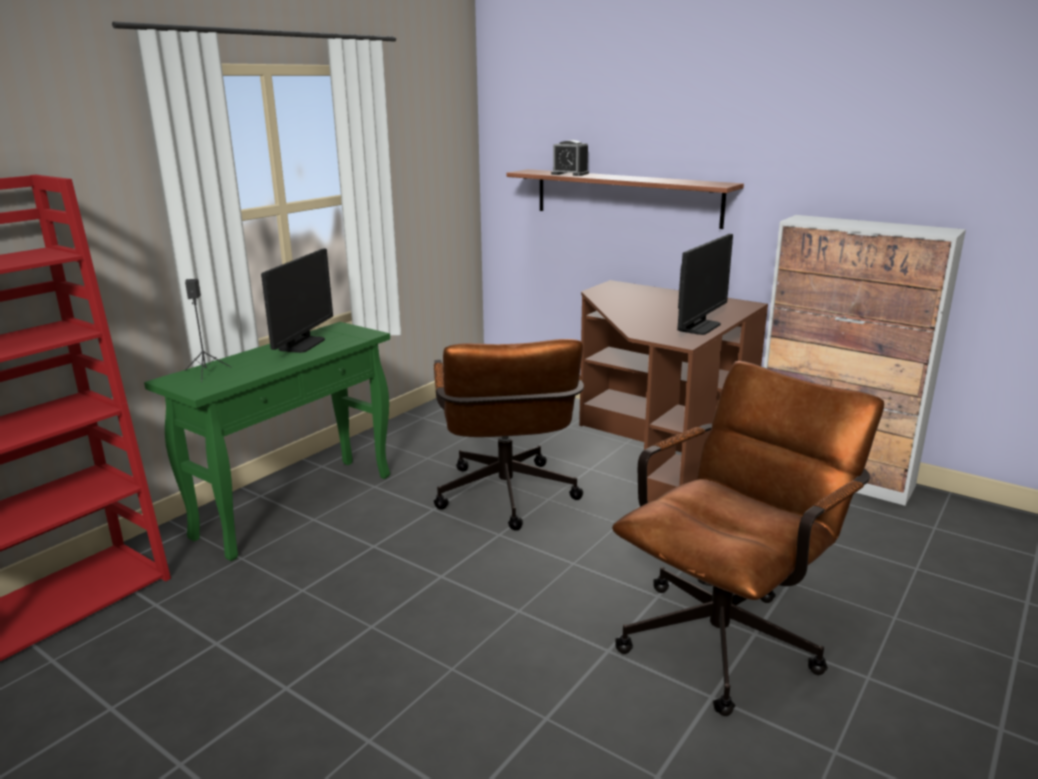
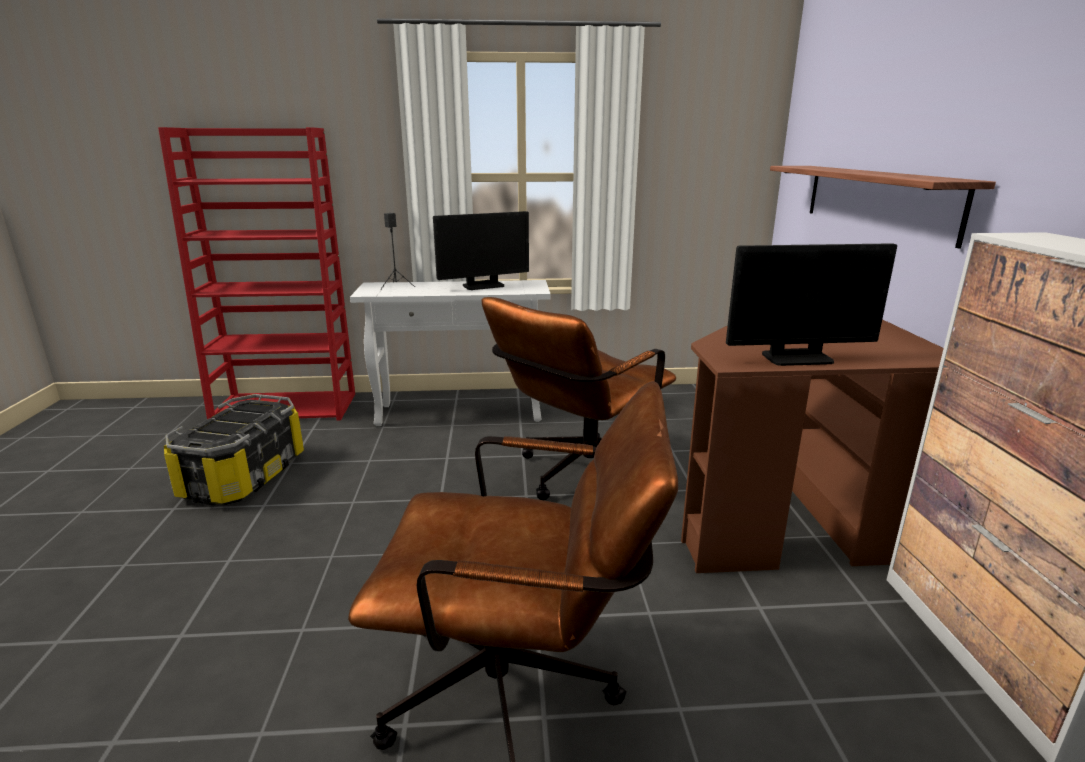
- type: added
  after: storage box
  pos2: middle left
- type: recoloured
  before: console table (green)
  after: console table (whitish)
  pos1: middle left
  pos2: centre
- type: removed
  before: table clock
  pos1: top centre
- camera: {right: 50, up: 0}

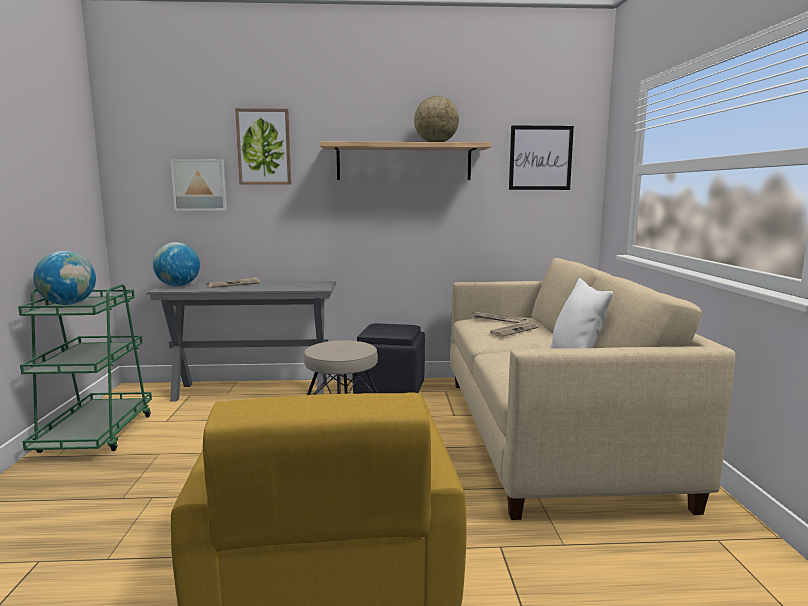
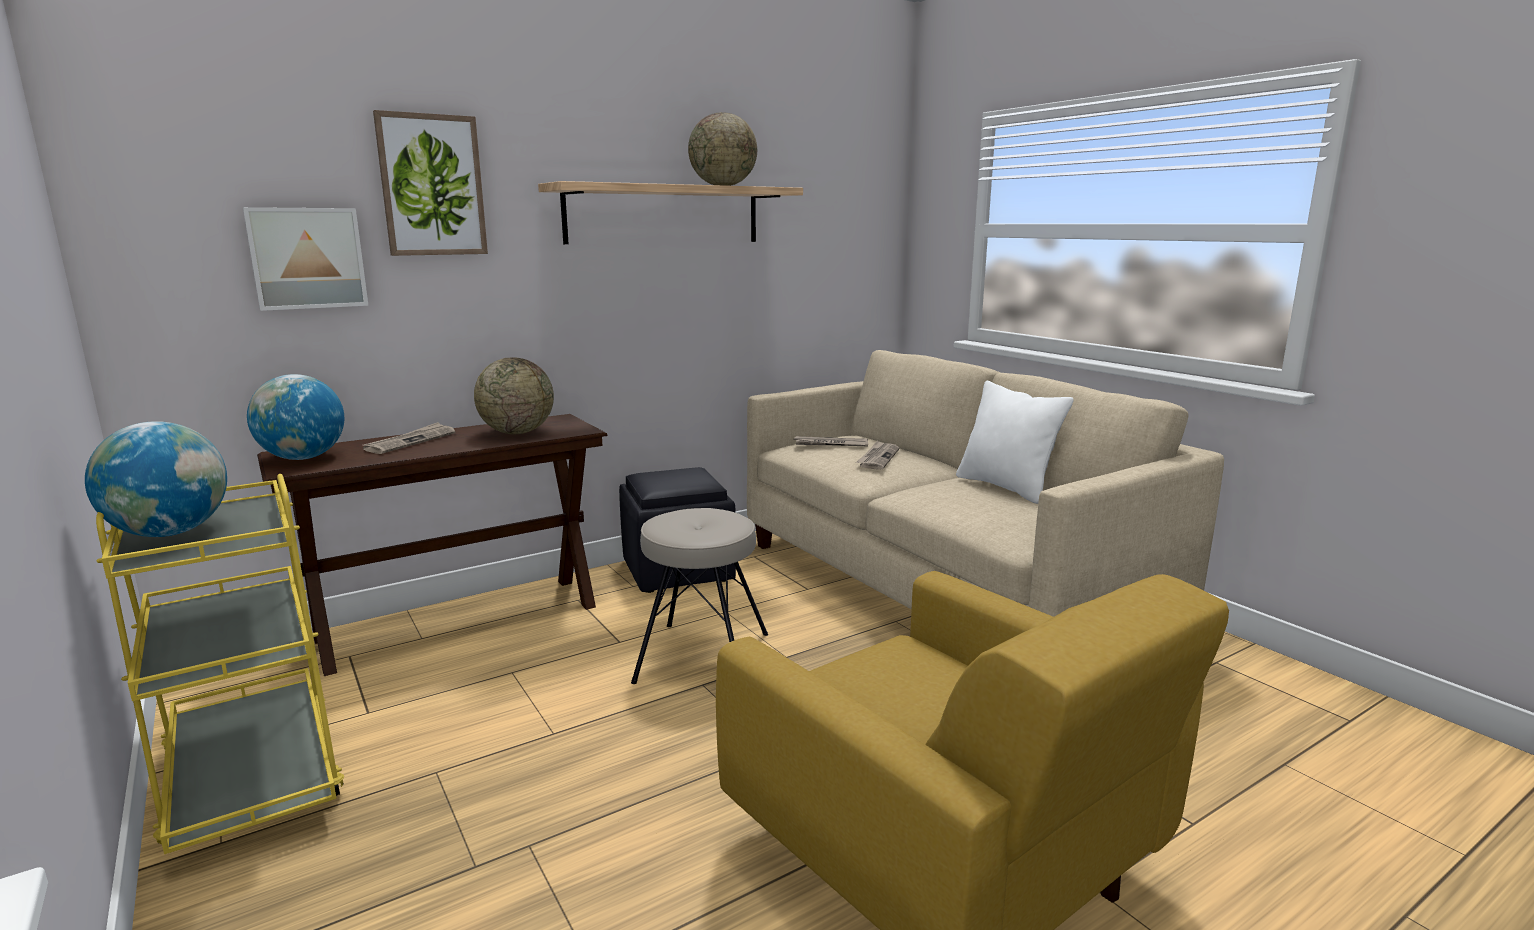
- type: recoloured
  before: cart (green)
  after: cart (yellow)
  pos1: middle left
  pos2: bottom left
- type: recoloured
  before: console table (grey)
  after: console table (brown-coloured)
  pos1: middle left
  pos2: middle left
- type: added
  after: world globe (3rd from left)
  pos2: centre
- type: removed
  before: picture (3rd from left)
  pos1: top right
- camera: {right: -30, up: 5}

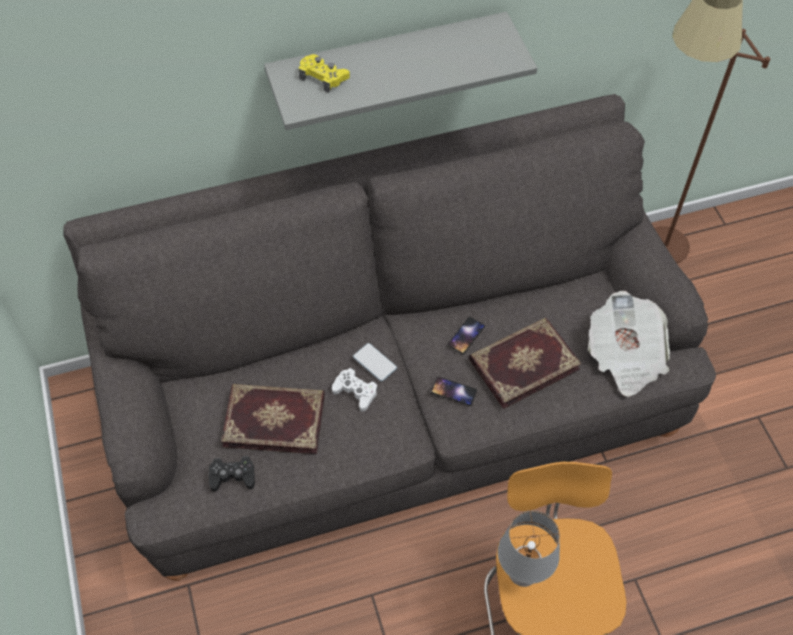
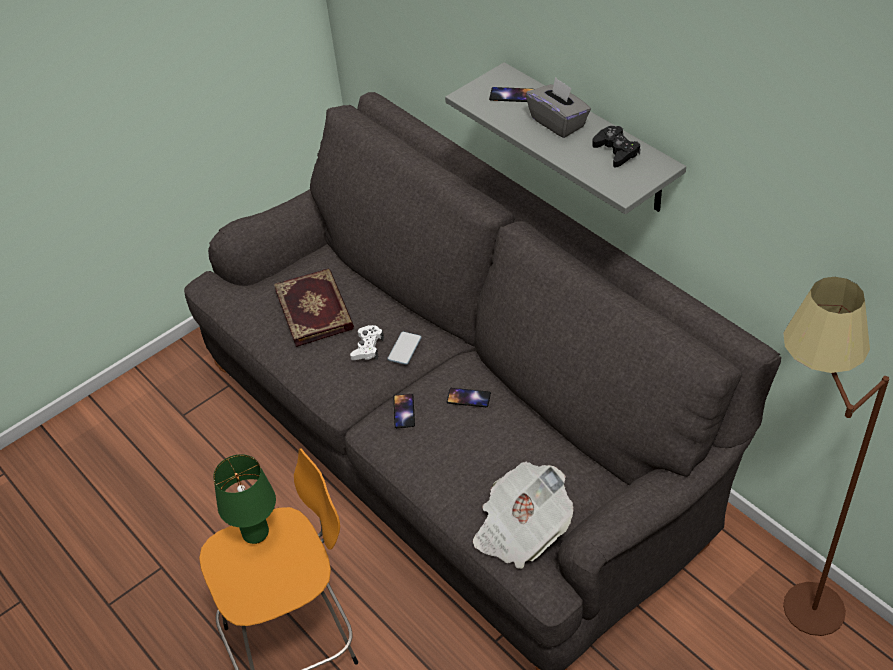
- type: recoloured
  before: tabletop lamp (grey)
  after: tabletop lamp (green)
  pos1: bottom right
  pos2: bottom left
- type: replaced
  before: game controller (yellow)
  after: phone (4th from left)
  pos1: top centre
  pos2: top centre
- type: added
  after: box of tissues (grey)
  pos2: top centre
- type: moved
  before: game controller (blackish)
  pos1: bottom left
  pos2: top right
- type: removed
  before: book (2nd from left)
  pos1: centre
- camera: {right: 70, up: -10}

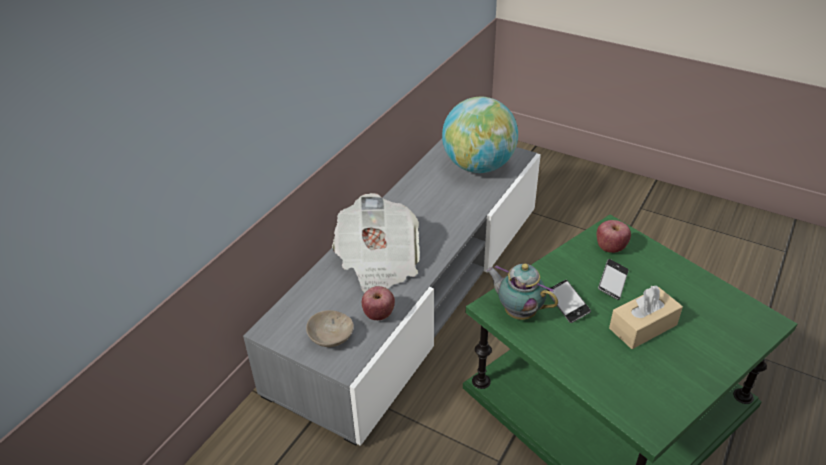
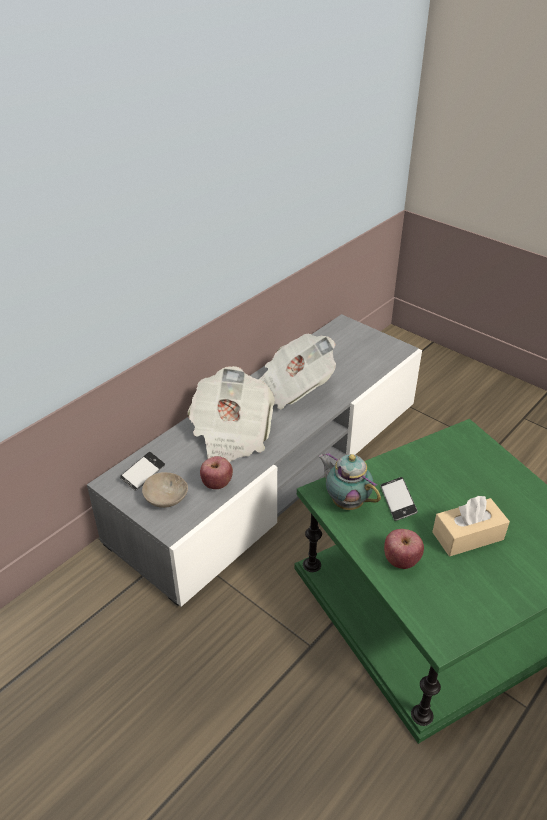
- type: moved
  before: phone (2nd from left in the first image)
  after: phone (1st from left)
  pos1: middle right
  pos2: middle left
- type: added
  after: daily paper (2nd from left)
  pos2: centre
- type: moved
  before: apple (2nd from left)
  pos1: middle right
  pos2: bottom right
- type: removed
  before: world globe
  pos1: top centre
- camera: {right: 10, up: 0}

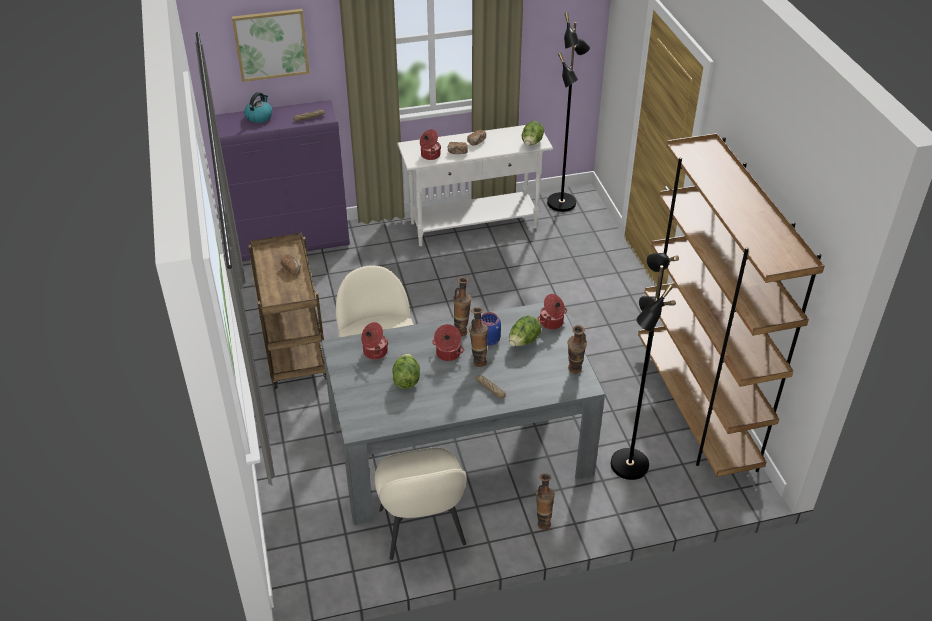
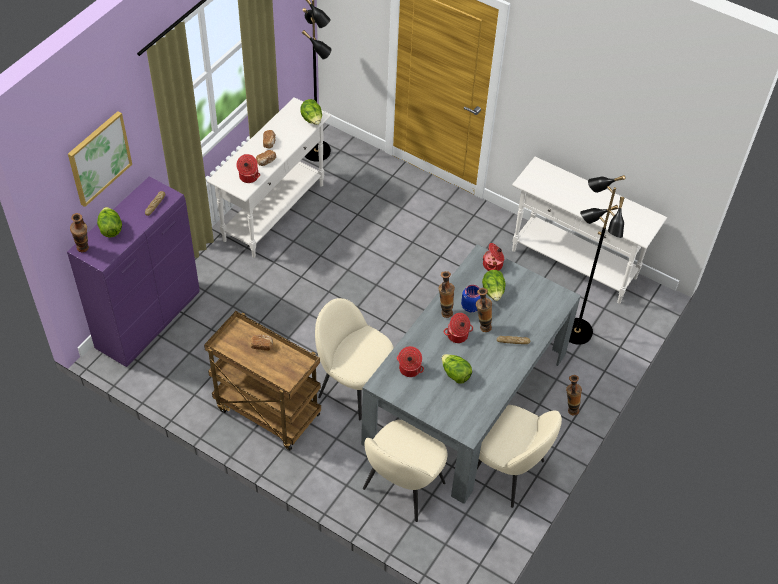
- type: moved
  before: vase (4th from left in the first image)
  after: vase (1st from left)
  pos1: centre
  pos2: middle left
- type: replaced
  before: tea kettle
  after: head of lettuce (1st from left)
  pos1: top left
  pos2: middle left
- type: added
  after: upright chair (beige-coloured) (2nd from left)
  pos2: bottom centre
- type: replaced
  before: shelving unit (brown-coloured)
  after: console table (whitish) (2nd from left)
  pos1: middle right
  pos2: middle right
- camera: {right: -45, up: 10}

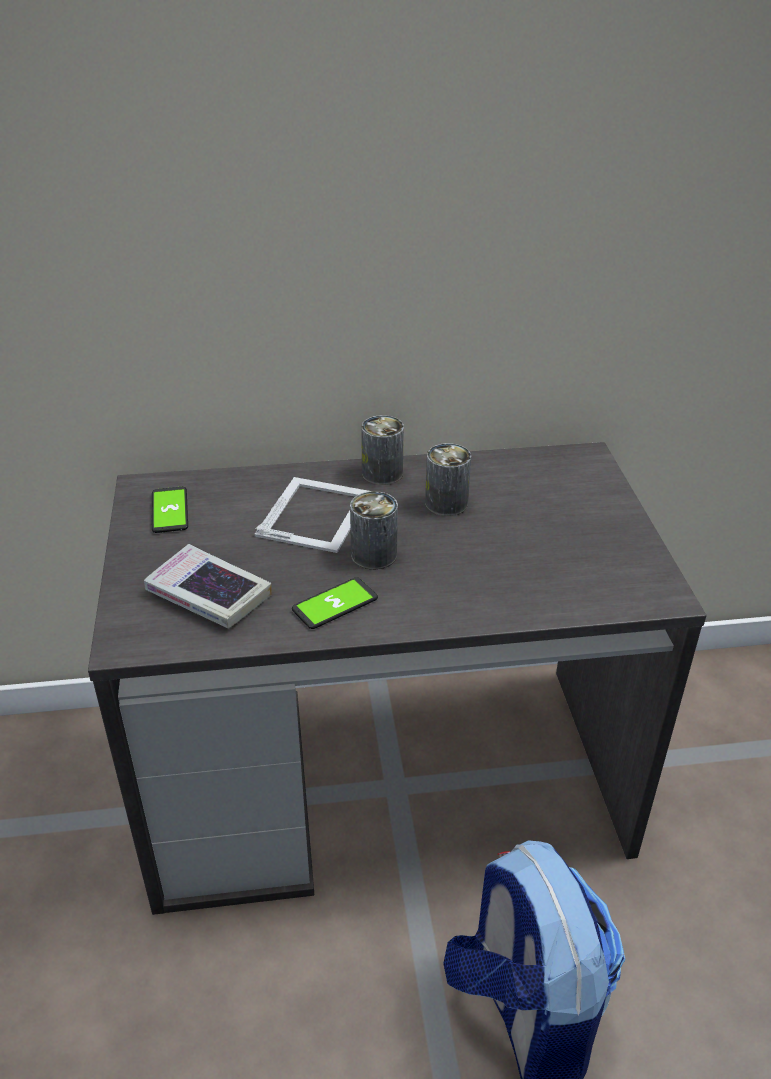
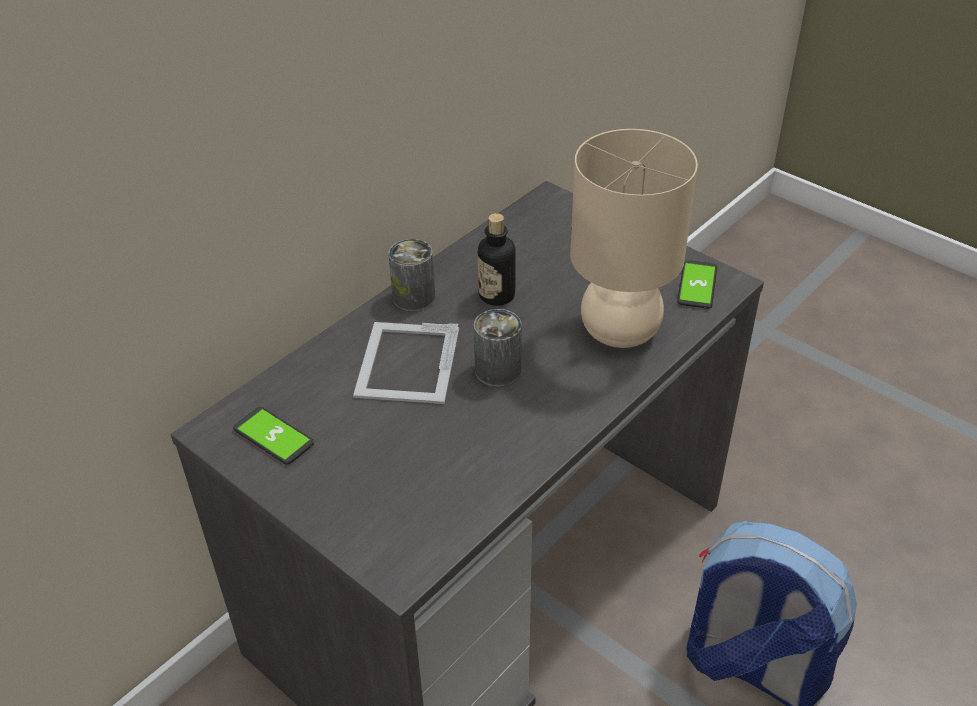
- type: turned
  before: photo frame
  pos1: centre
  pos2: centre
  turn: -150
- type: replaced
  before: sealed can (3rd from left)
  after: bottle
  pos1: centre
  pos2: centre
- type: added
  after: tabletop lamp (beige-coloured)
  pos2: centre
- type: moved
  before: phone (2nd from left)
  pos1: centre
  pos2: middle right
- type: removed
  before: book
  pos1: middle left
- camera: {right: -40, up: 5}

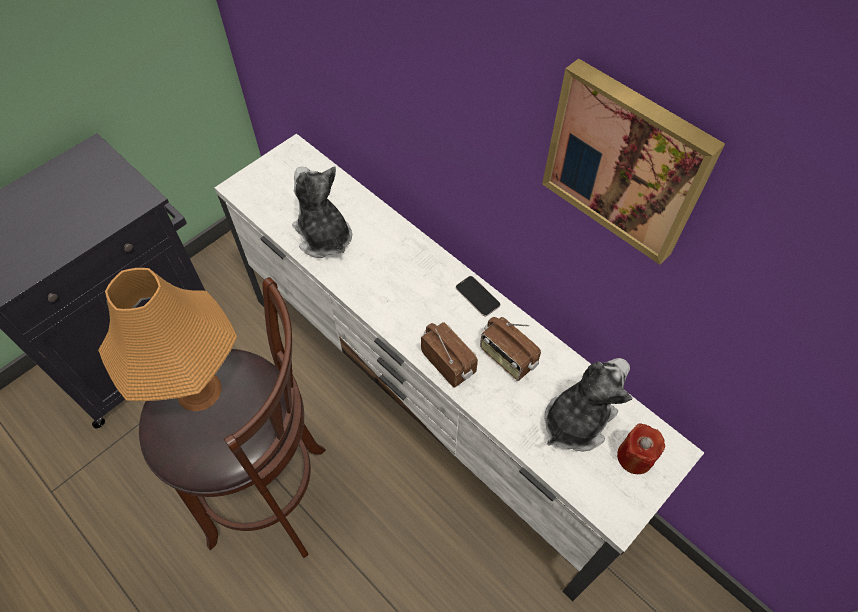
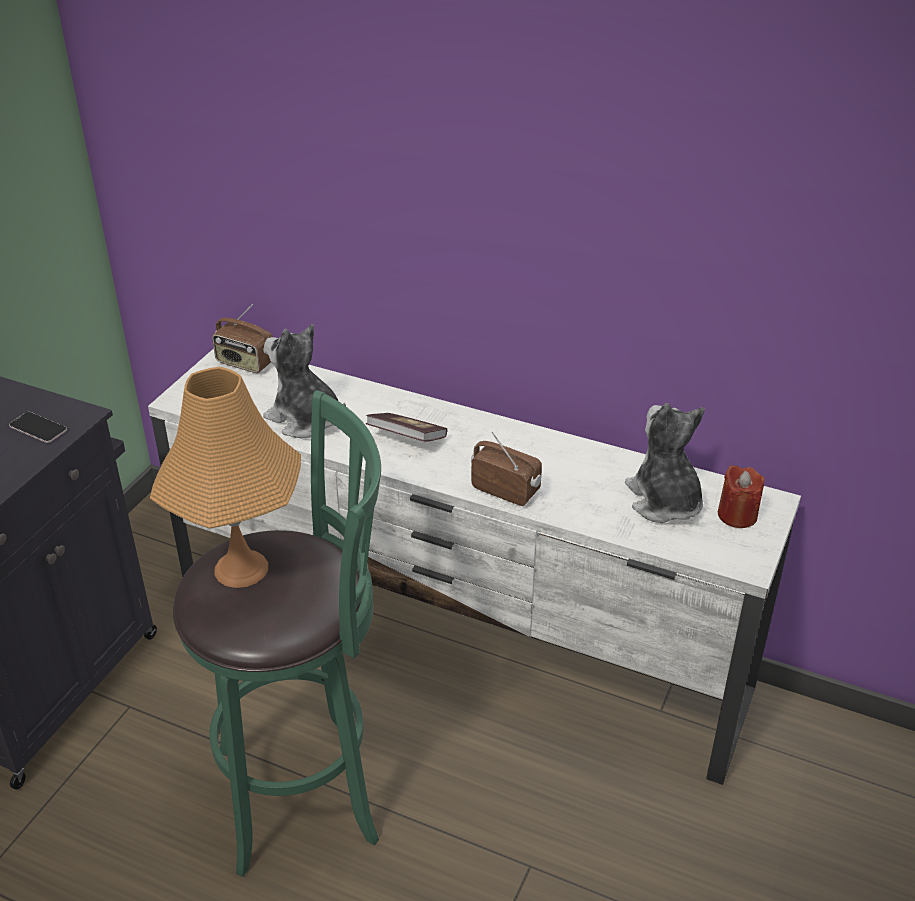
- type: moved
  before: phone
  pos1: centre
  pos2: middle left
- type: recoloured
  before: stool seat (brown-coloured)
  after: stool seat (green)
  pos1: bottom left
  pos2: bottom left
- type: moved
  before: radio set (2nd from left in the first image)
  after: radio set (1st from left)
  pos1: centre
  pos2: middle left
- type: added
  after: book
  pos2: centre
- type: turned
  before: plush toy (2nd from left)
  pos1: middle right
  pos2: middle right
  turn: -45
- type: removed
  before: picture
  pos1: top right
- camera: {right: -20, up: -20}

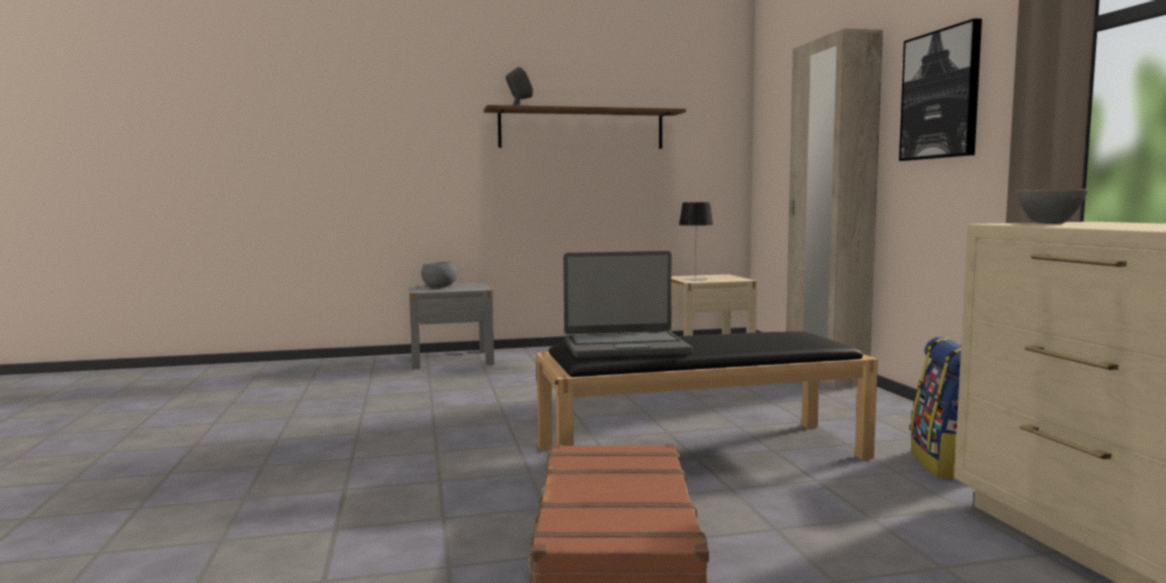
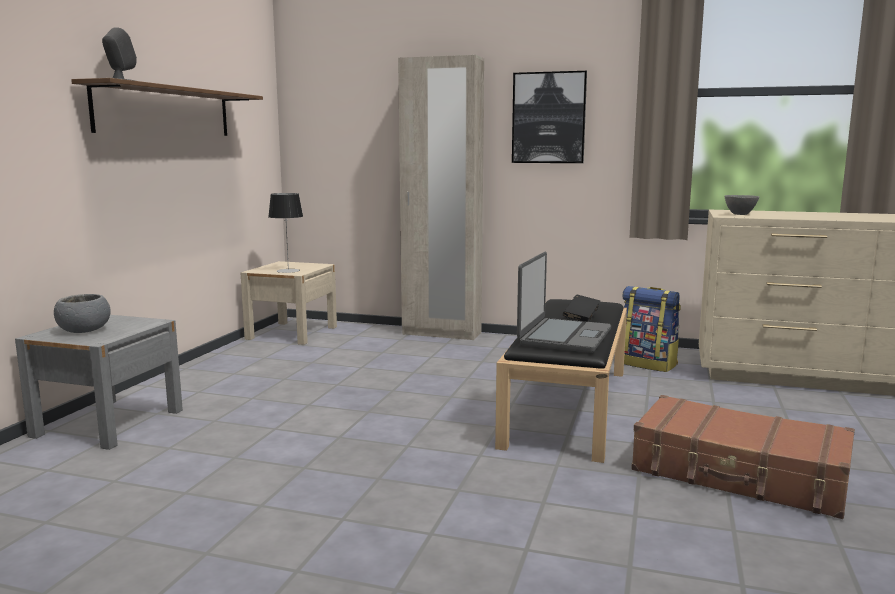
- type: added
  after: book (blackish)
  pos2: centre
- camera: {right: -60, up: 5}

